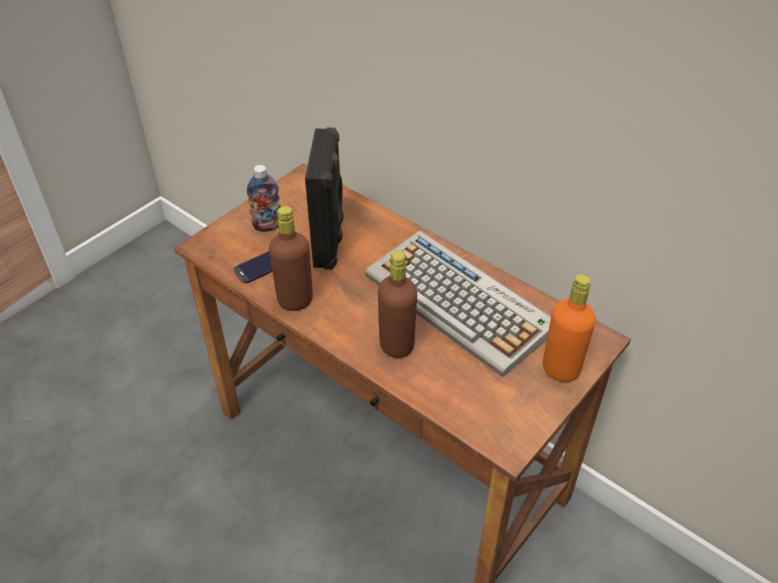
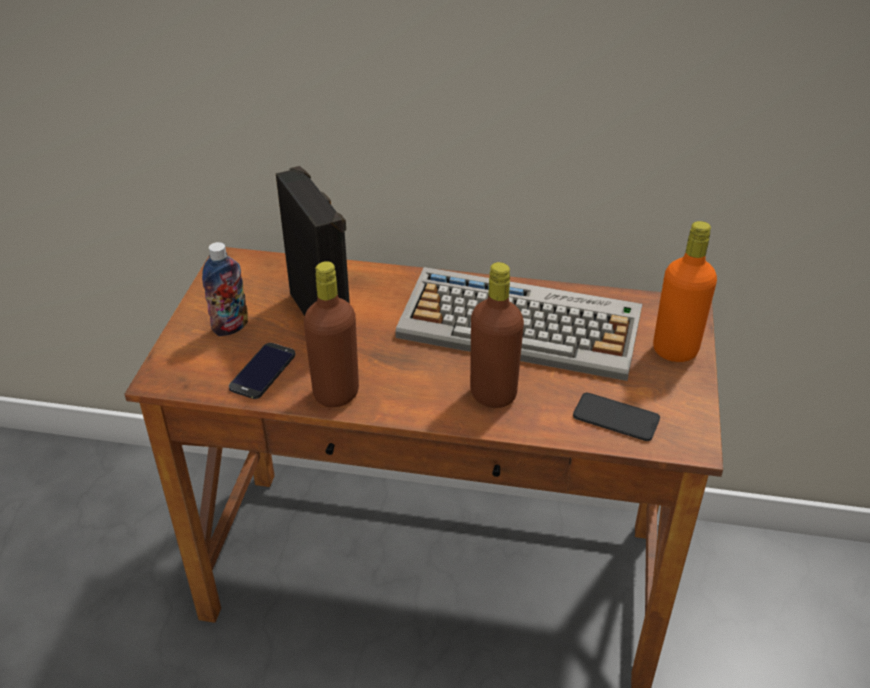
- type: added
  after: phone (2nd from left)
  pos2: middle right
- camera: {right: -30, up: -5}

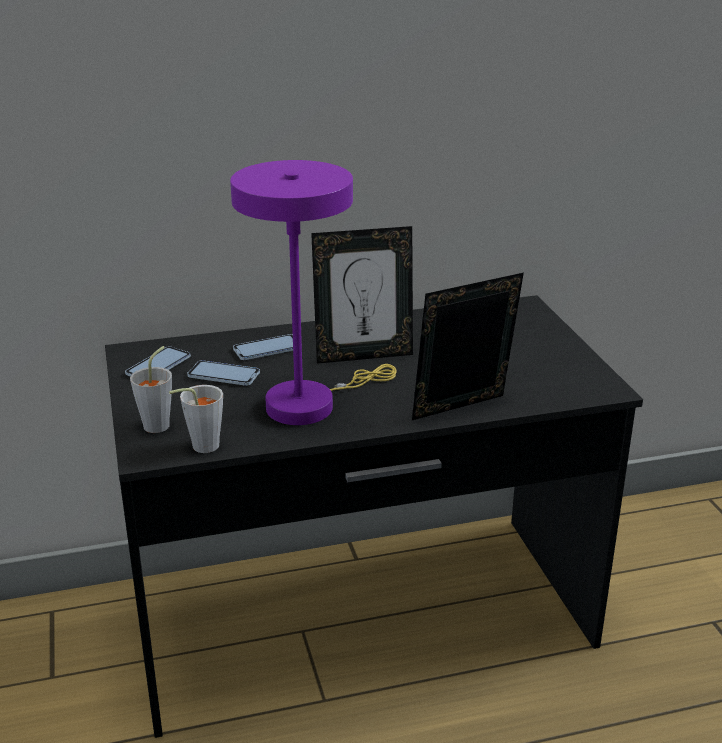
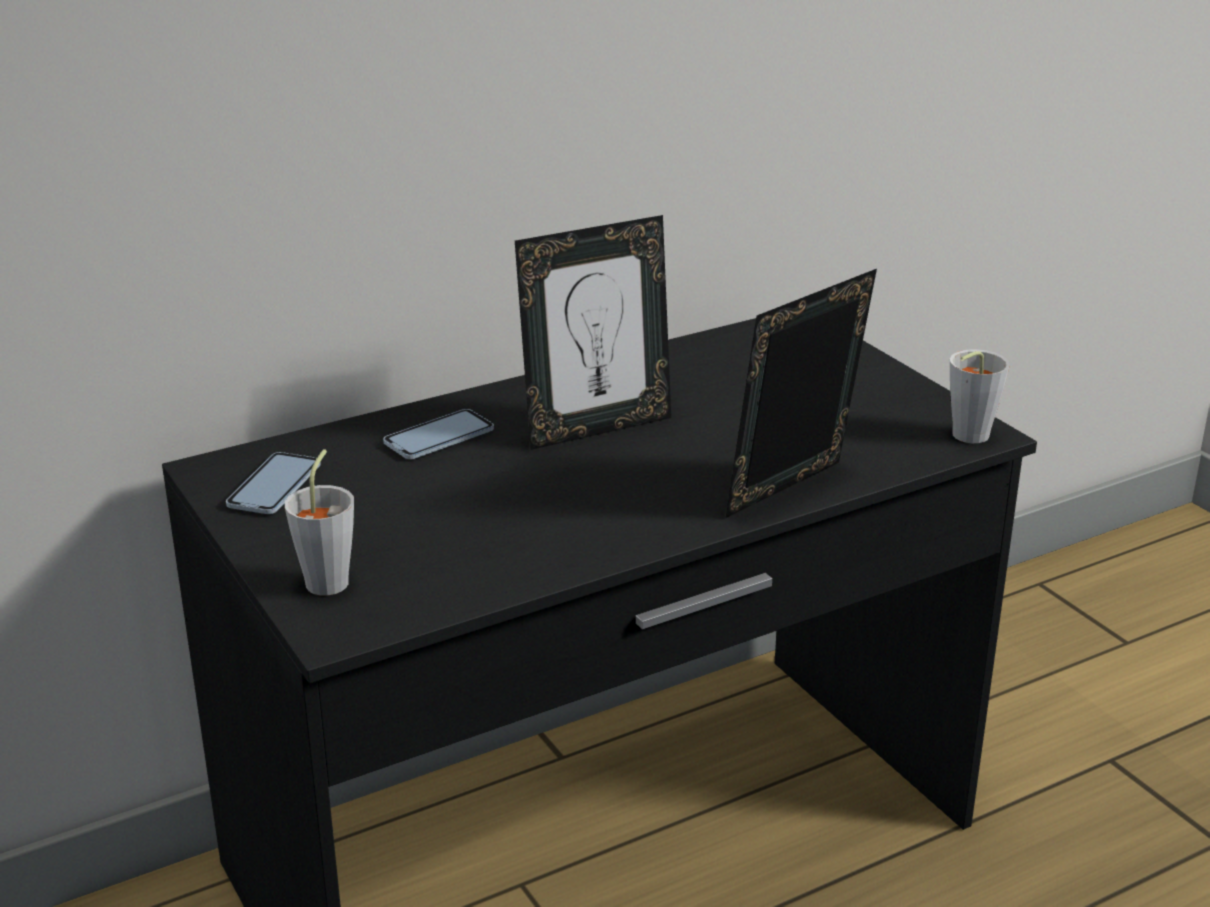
- type: moved
  before: cup (grey) (2nd from left)
  pos1: middle left
  pos2: middle right
- type: removed
  before: phone (2nd from left)
  pos1: middle left
- type: removed
  before: tabletop lamp (purplish)
  pos1: centre
- camera: {right: -15, up: 0}

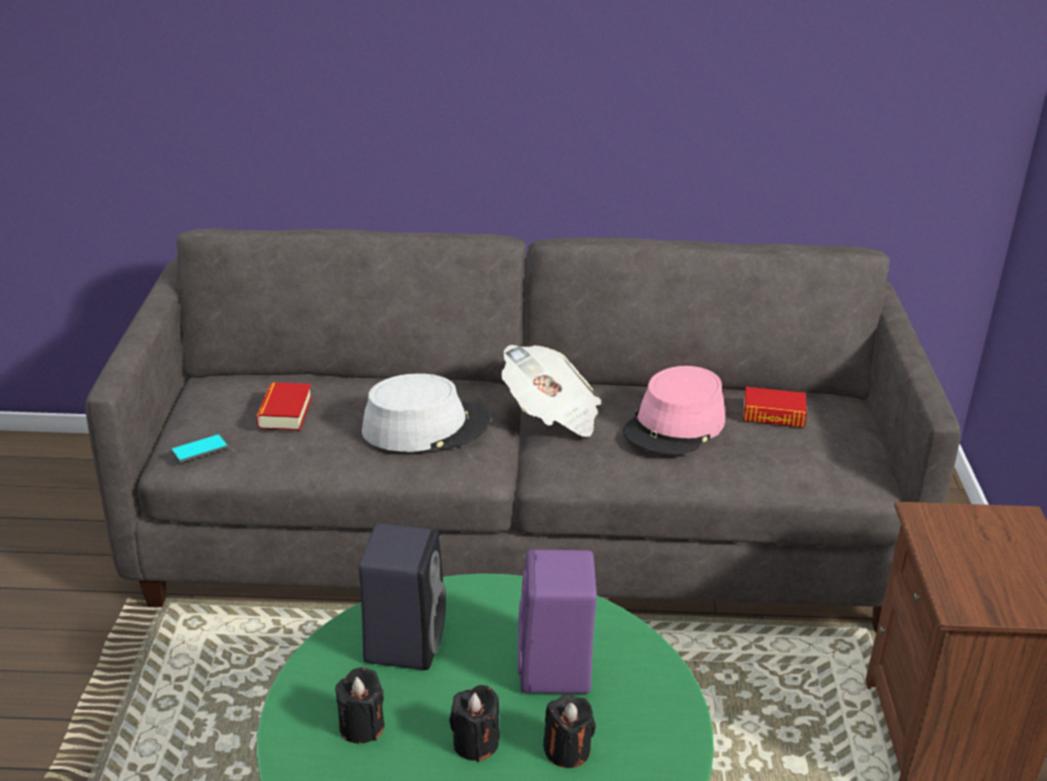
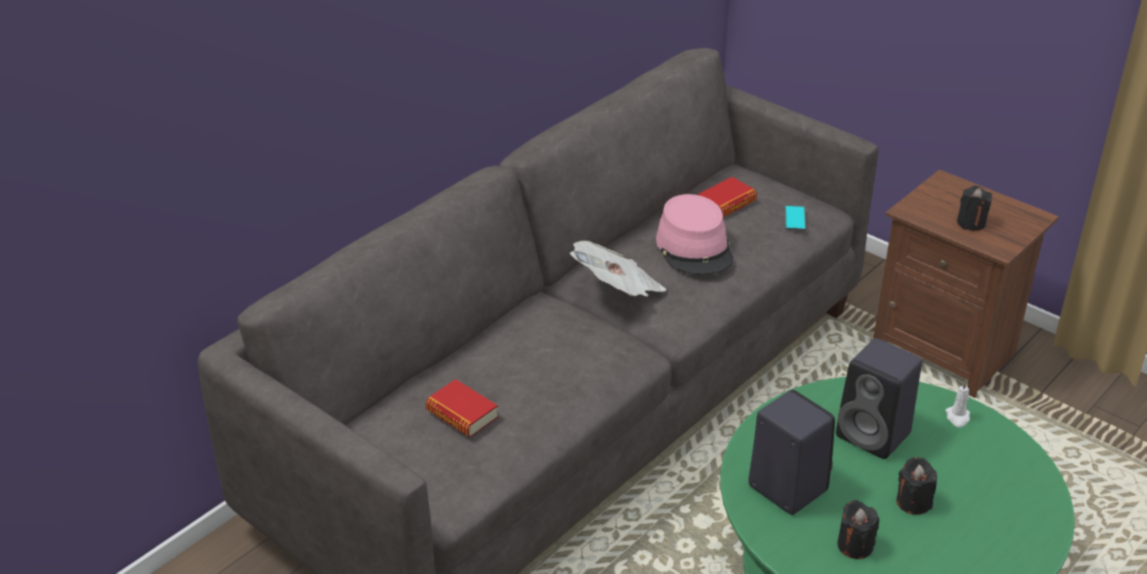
- type: moved
  before: phone
  pos1: middle left
  pos2: middle right
- type: recoloured
  before: loudspeaker (purplish)
  after: loudspeaker (blackish) (2nd from left)
  pos1: bottom centre
  pos2: bottom right
- type: added
  after: candle (whitish)
  pos2: bottom right
- type: moved
  before: candle (blackish) (3rd from left)
  pos1: bottom centre
  pos2: middle right
- type: removed
  before: wearable hat (grey)
  pos1: centre
- camera: {right: -50, up: 5}

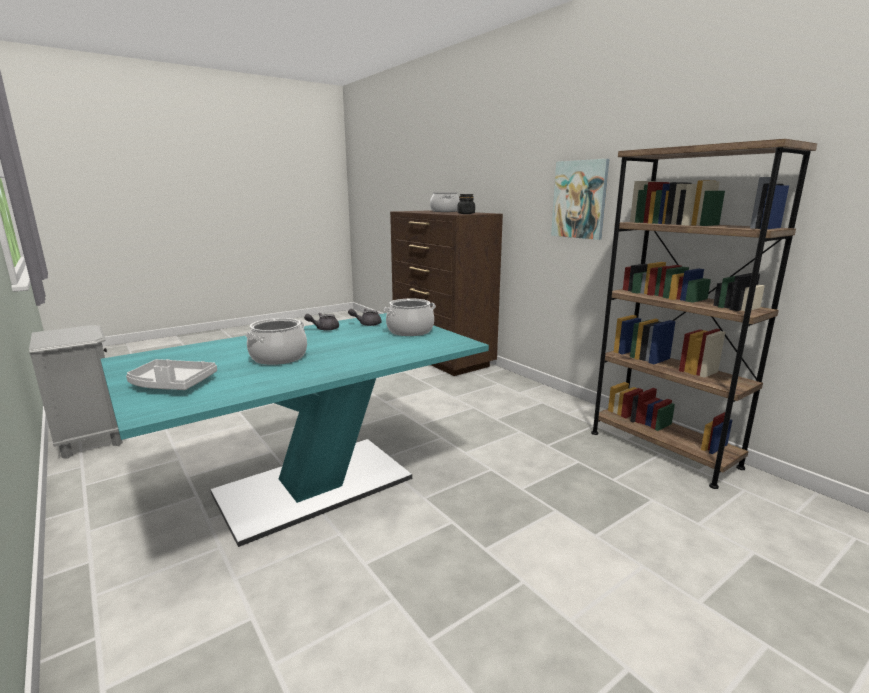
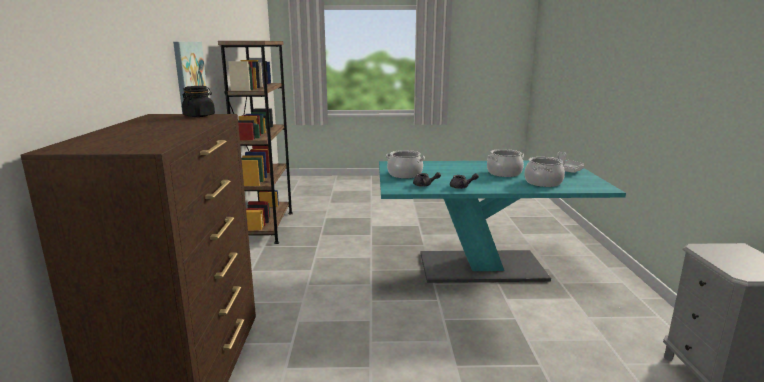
- type: moved
  before: cooking pot (3rd from left)
  pos1: top centre
  pos2: middle right
- camera: {right: -145, up: 0}

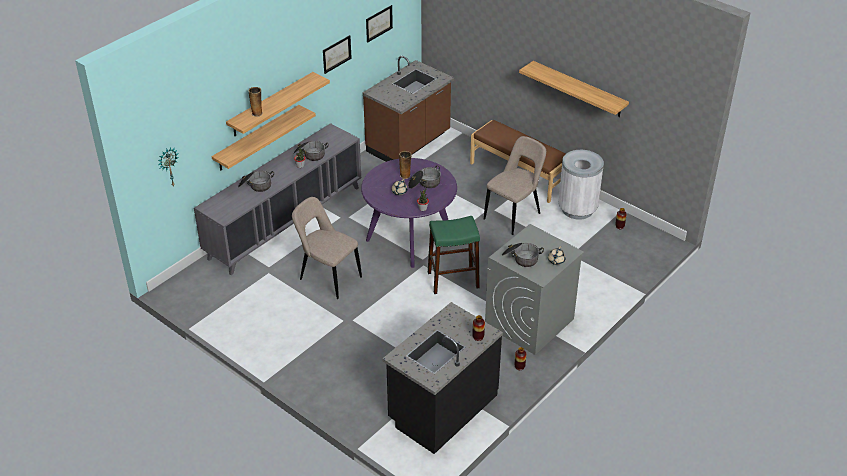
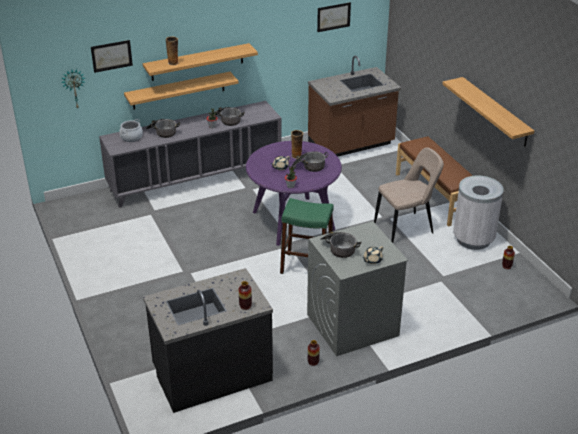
- type: moved
  before: picture (1st from left)
  pos1: top centre
  pos2: top left
- type: added
  after: cooking pot (1st from left)
  pos2: top left
- type: removed
  before: upright chair (beige-coloured) (1st from left)
  pos1: centre
- camera: {right: 25, up: -5}

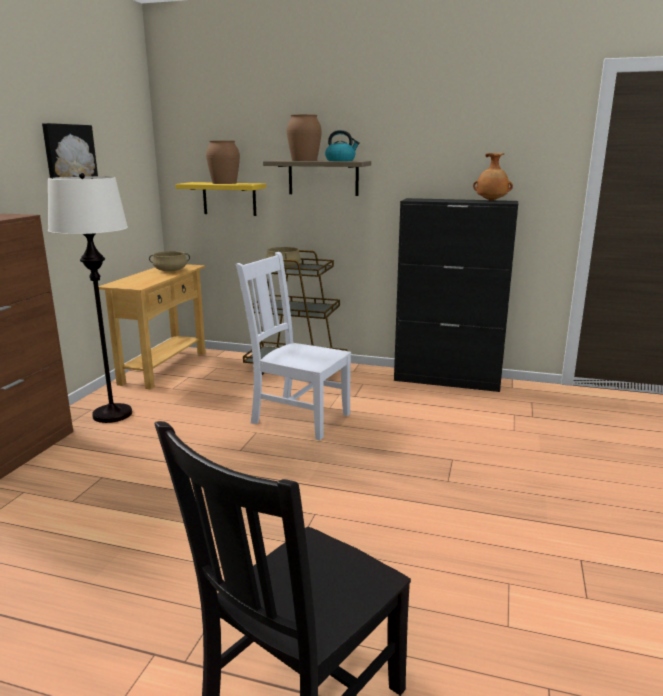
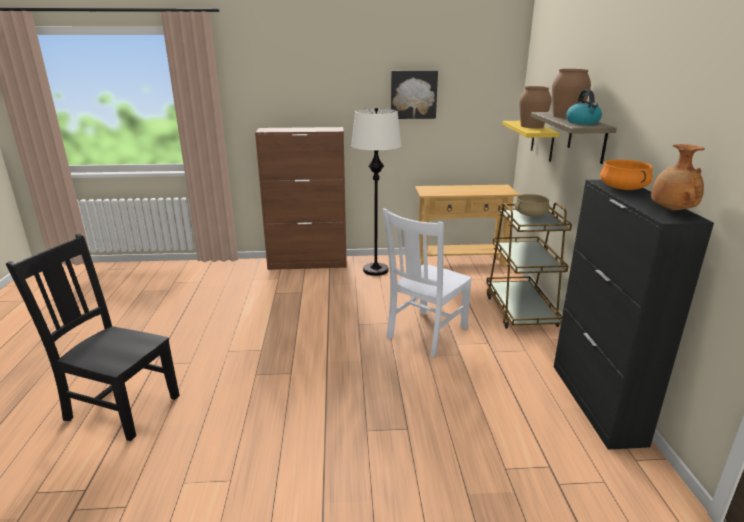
- type: turned
  before: upright chair (whitish)
  pos1: centre
  pos2: centre
  turn: -150
- type: added
  after: cooking pot (orangey)
  pos2: middle right
- type: removed
  before: cooking pot (beige-coloured) (1st from left)
  pos1: middle left
- camera: {right: 70, up: 5}

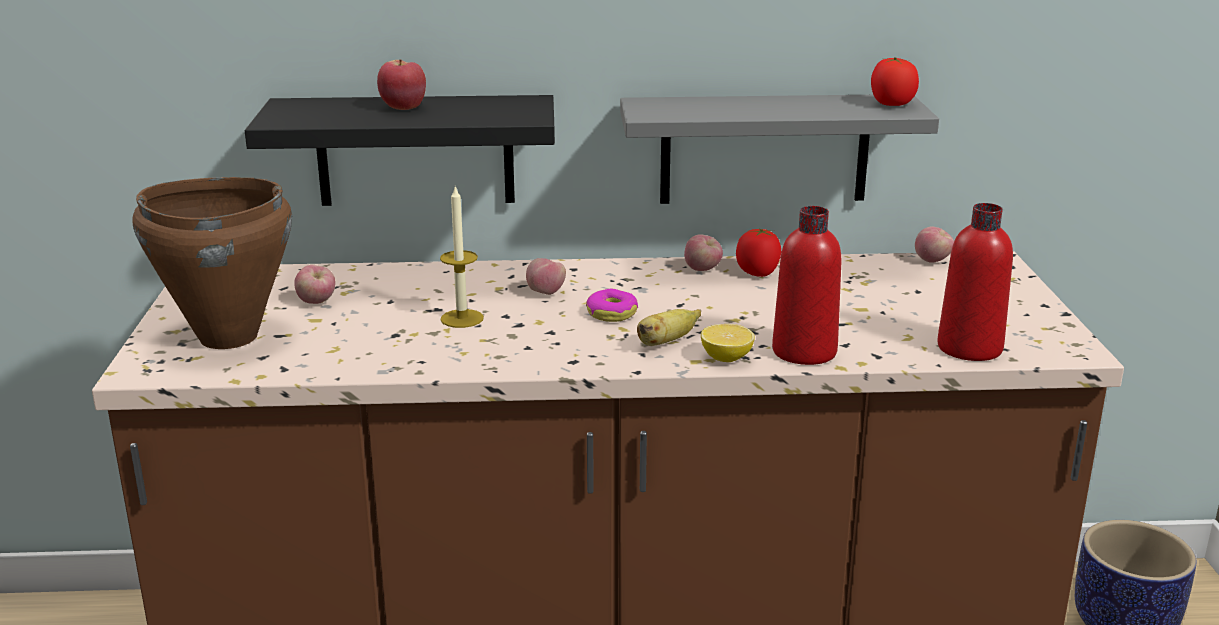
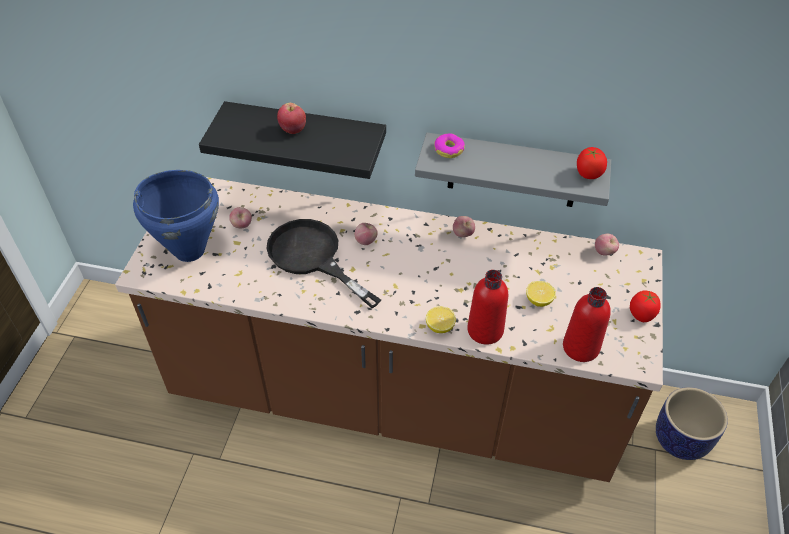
- type: recoloured
  before: cooking pot (brown-coloured)
  after: cooking pot (bluish)
  pos1: middle left
  pos2: middle left
- type: replaced
  before: candle
  after: frying pan (blackish)
  pos1: centre
  pos2: centre
- type: moved
  before: doughnut
  pos1: centre
  pos2: top centre
- type: added
  after: citrus fruit (2nd from left)
  pos2: middle right
- type: moved
  before: whole tomato (1st from left in the first image)
  after: whole tomato (2nd from left)
  pos1: centre
  pos2: middle right
- type: removed
  before: whole banana
  pos1: centre
- camera: {right: 15, up: 25}

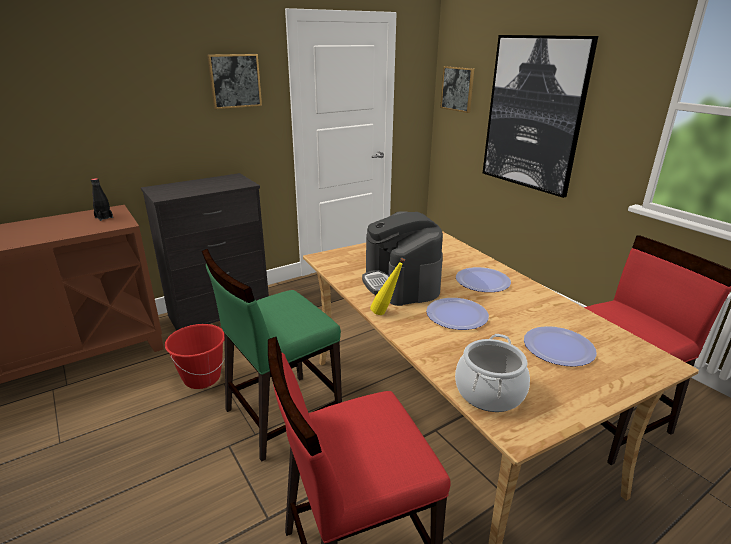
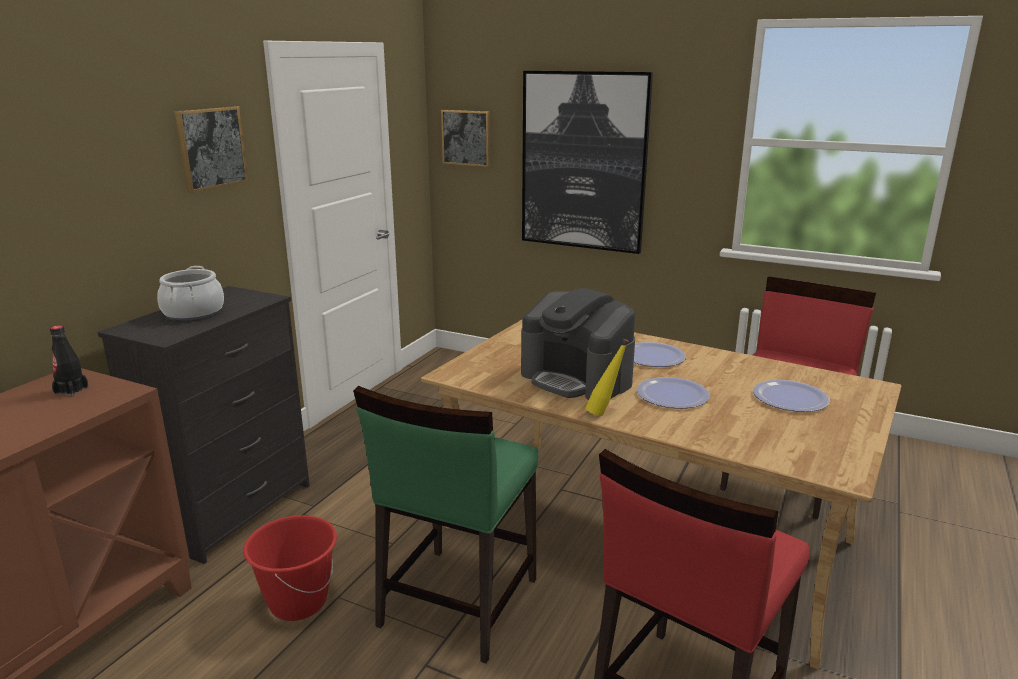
- type: moved
  before: cooking pot
  pos1: bottom right
  pos2: middle left
- camera: {right: -30, up: -5}

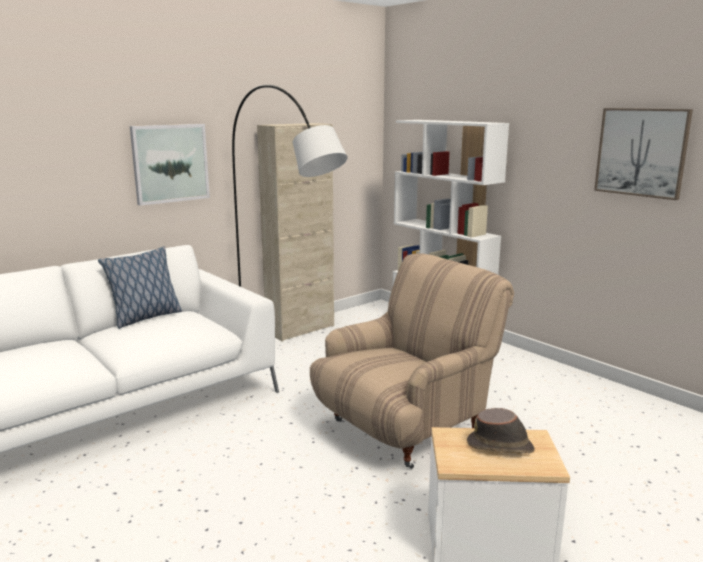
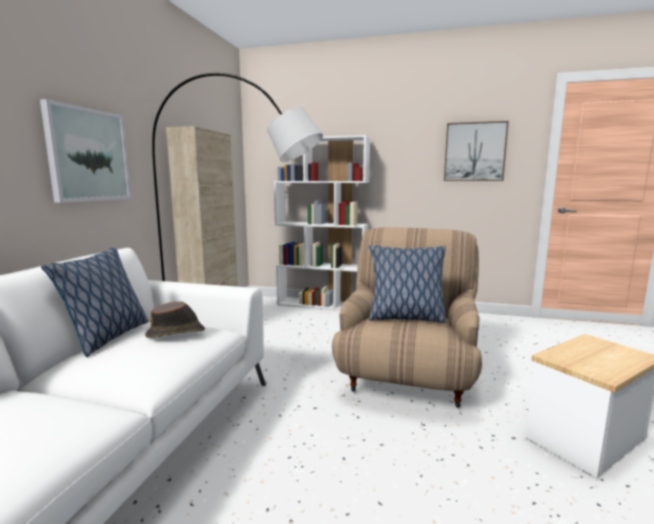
- type: moved
  before: wearable hat (brown-coloured)
  pos1: bottom right
  pos2: middle left
- type: added
  after: throw pillow (2nd from left)
  pos2: centre
- camera: {right: -35, up: -5}

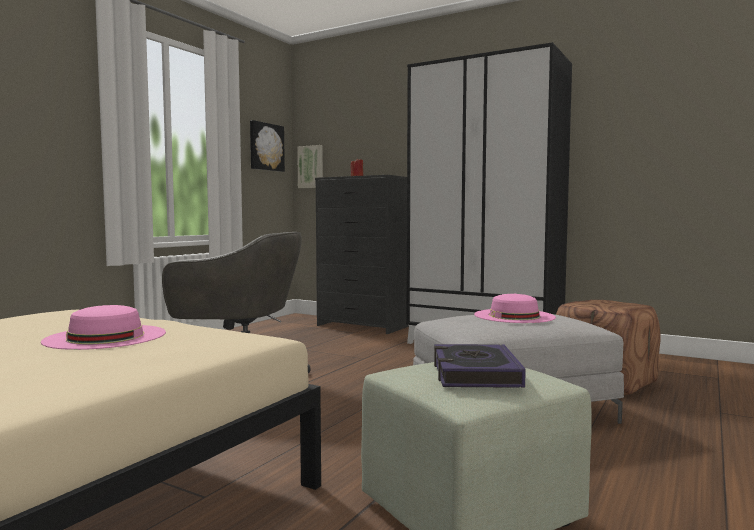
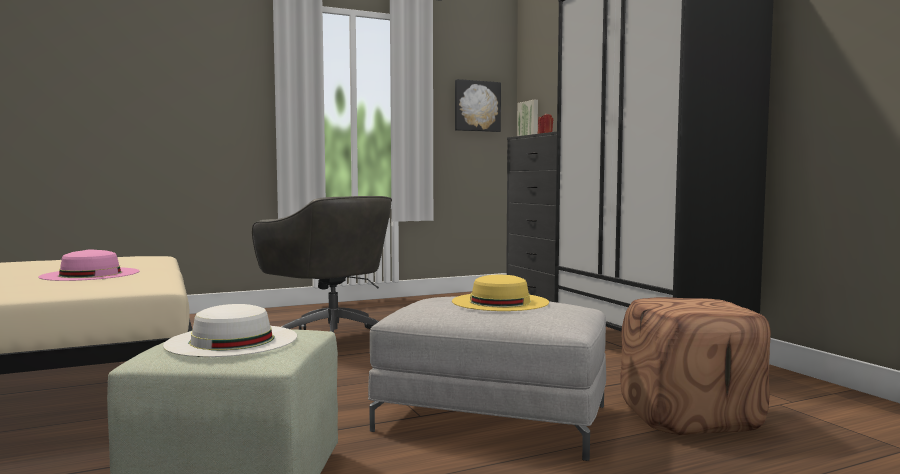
- type: replaced
  before: book
  after: wearable hat (whitish)
  pos1: bottom centre
  pos2: bottom left
- type: recoloured
  before: wearable hat (pink-coloured) (2nd from left)
  after: wearable hat (yellow)
  pos1: middle right
  pos2: centre
- camera: {right: 35, up: 0}

